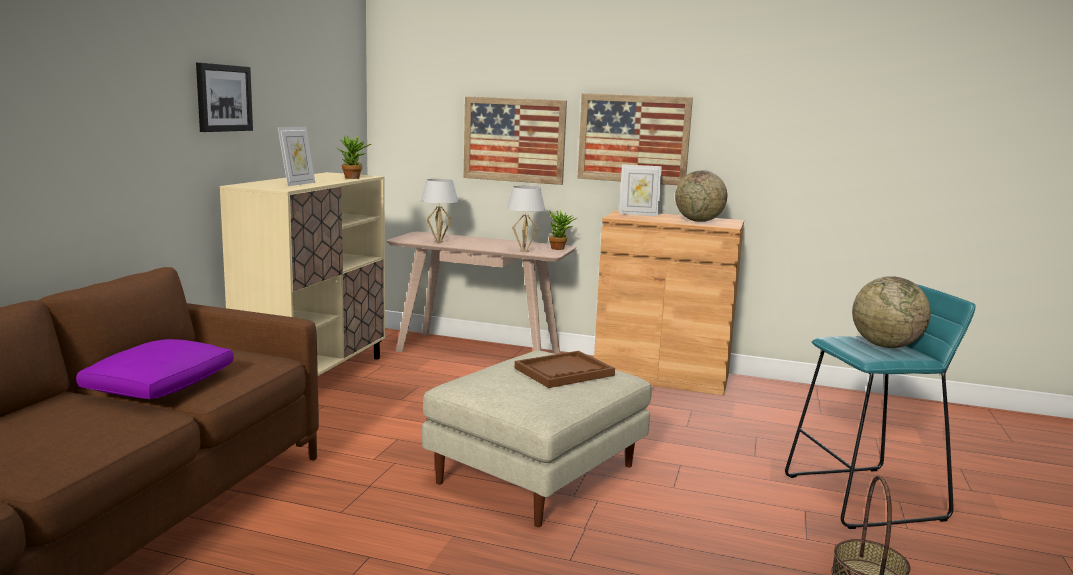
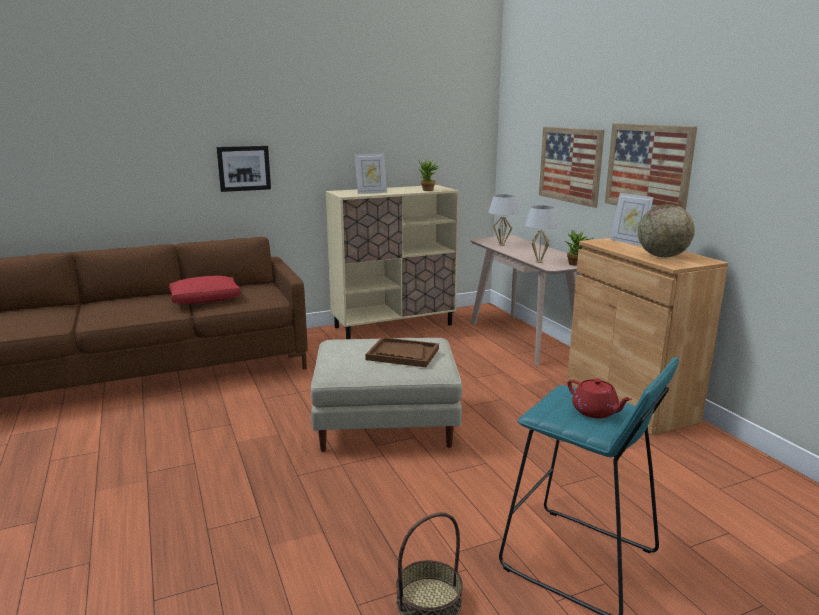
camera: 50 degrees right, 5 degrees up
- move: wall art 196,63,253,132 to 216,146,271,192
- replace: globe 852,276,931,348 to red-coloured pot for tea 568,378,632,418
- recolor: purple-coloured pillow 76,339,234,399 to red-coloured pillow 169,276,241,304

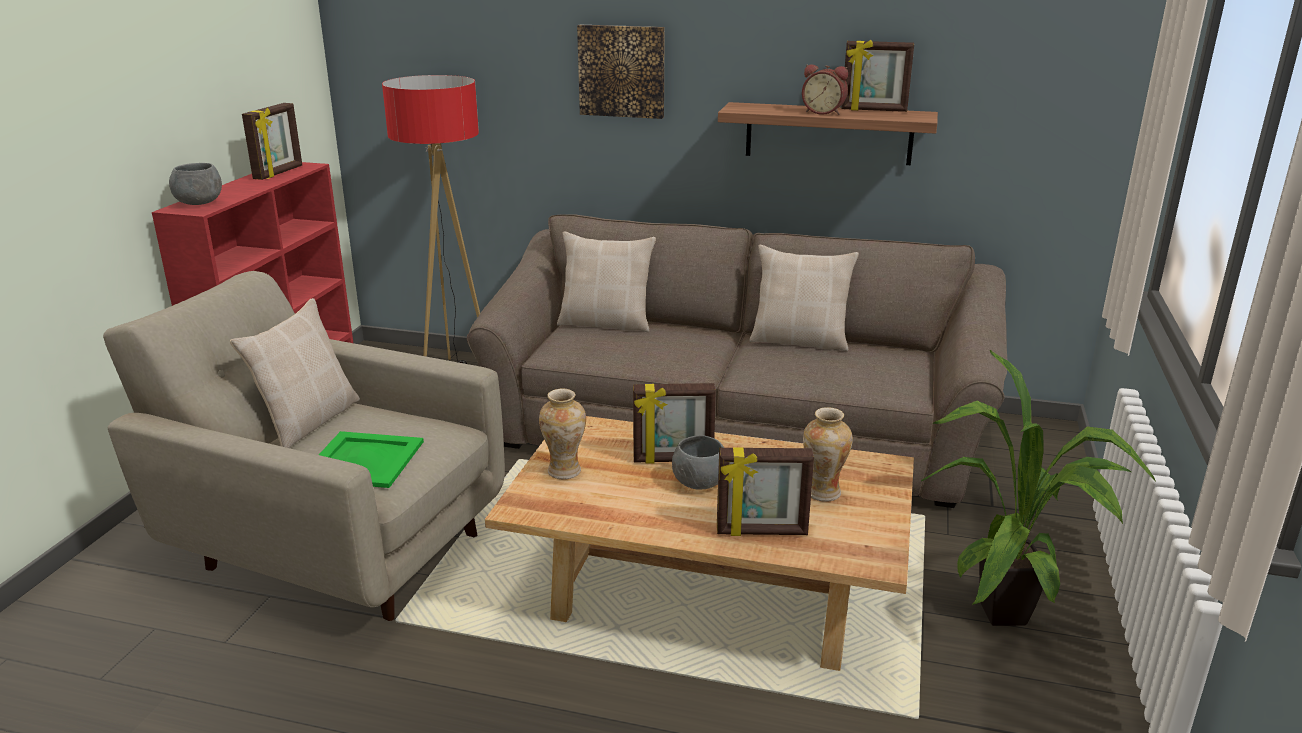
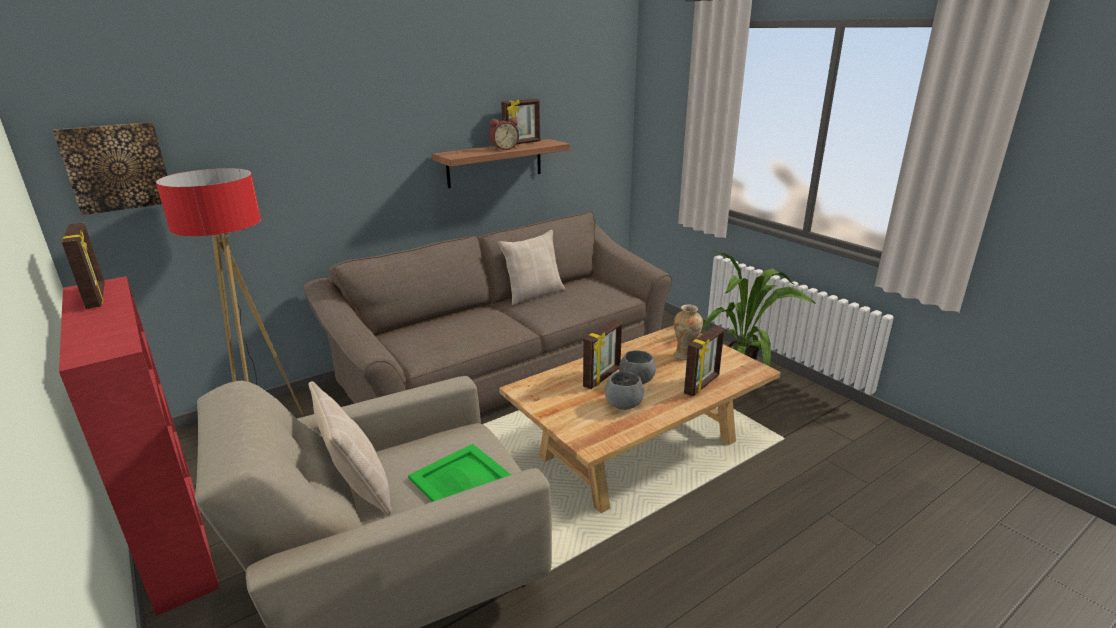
camera: 50 degrees left, 0 degrees up
- move: wall art 577,25,665,119 to 53,122,168,215
- move: gray serving bowl 169,163,222,205 to 605,371,644,410
- delete: sand-coloured pillow 557,231,656,332
- delete: decorative vase 539,389,586,479

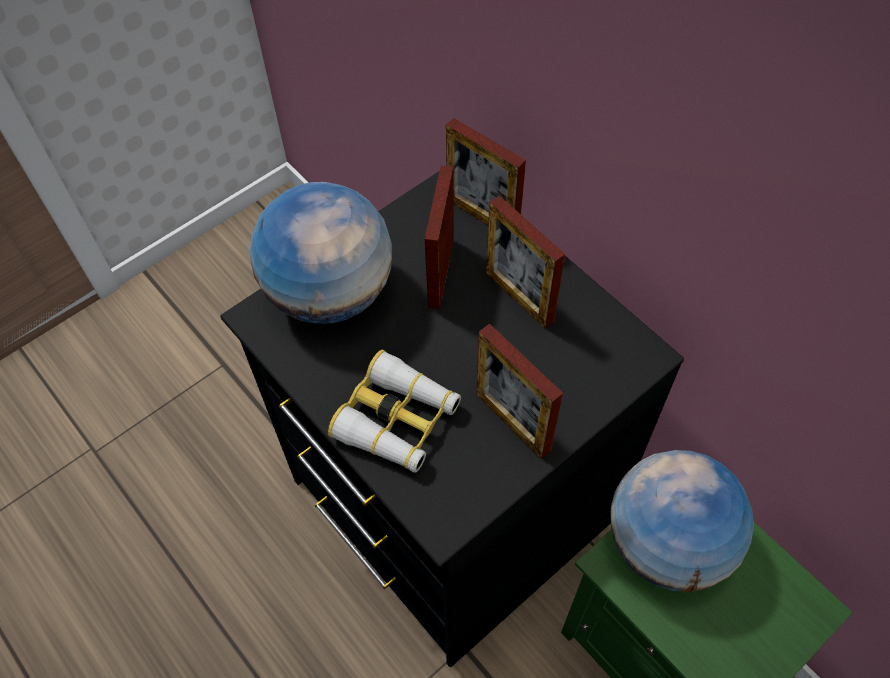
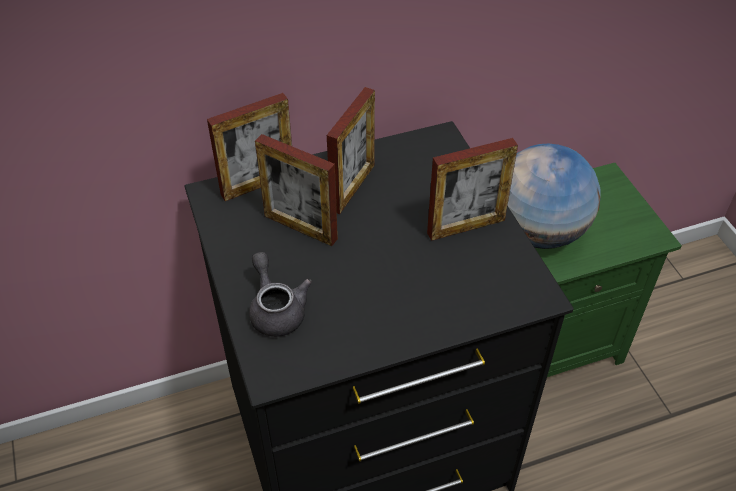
camera: 70 degrees left, 10 degrees down
- replace: globe 250,182,392,324 to gray pot for tea 249,252,312,337
- rotate: photo frame 486,196,565,329 = 327,87,375,214 45 degrees counterclockwise
- delete: field glasses 328,350,461,473

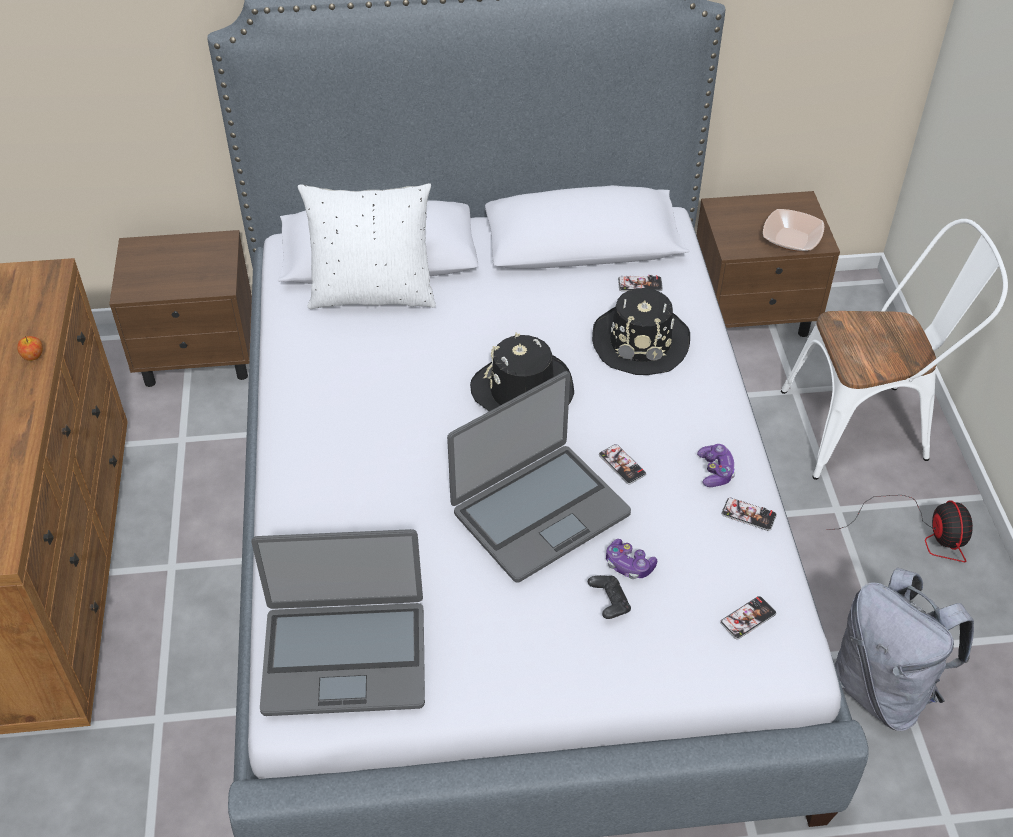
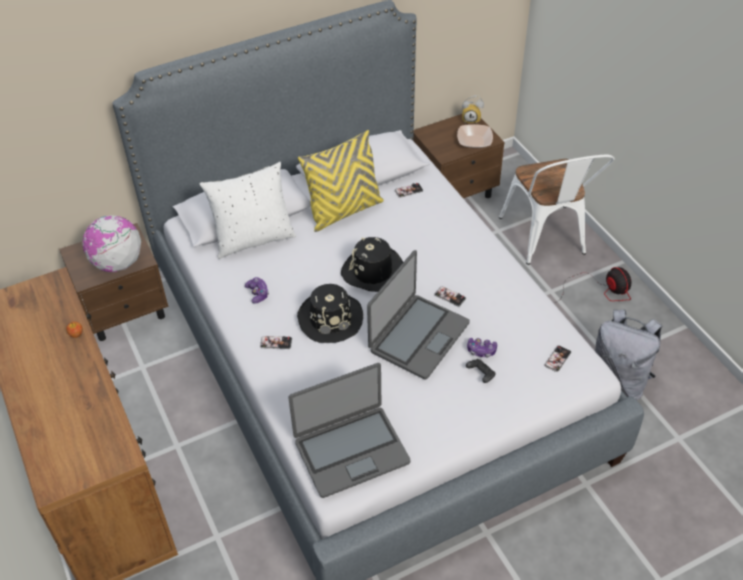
camera: 20 degrees left, 0 degrees up
- rotate: white plain chair 781,219,1008,480 = 499,155,614,265 105 degrees clockwise
- move: black wearable hat 592,288,690,375 to 297,284,363,343
- move: gamepad 697,444,735,487 to 245,277,269,304
- move: telephone 721,498,777,531 to 260,336,292,349
- insert: table clock 462,95,484,124
- insert: yellow pillow 298,130,384,232
- insert: globe 82,215,141,272

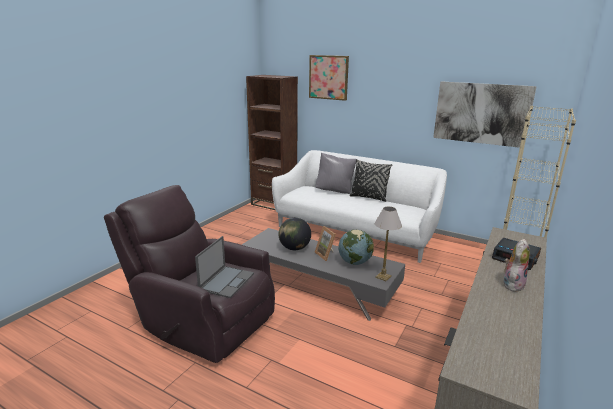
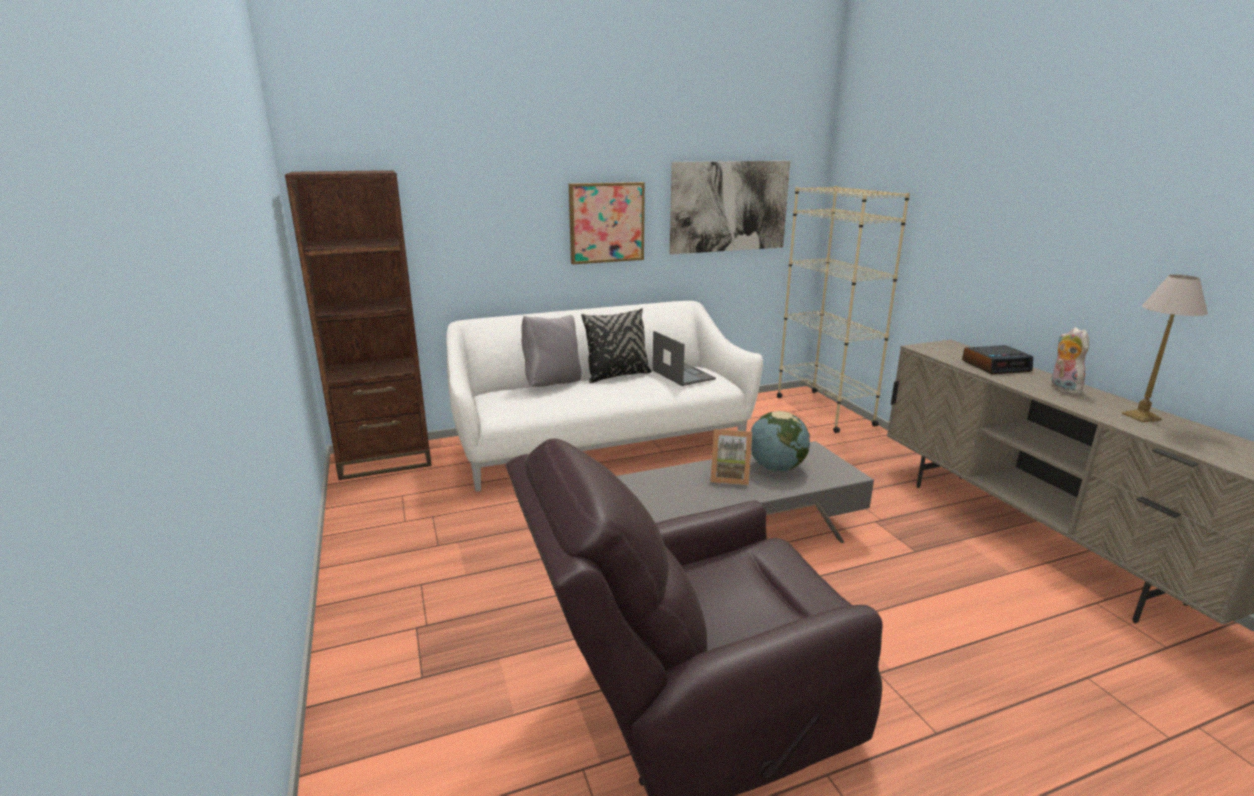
camera: 50 degrees left, 0 degrees up
- move: wall art 309,55,349,101 to 569,182,645,264
- move: table lamp 375,207,402,281 to 1122,275,1208,422
- delete: globe 279,218,311,250
- move: laptop 195,236,254,298 to 653,331,716,386

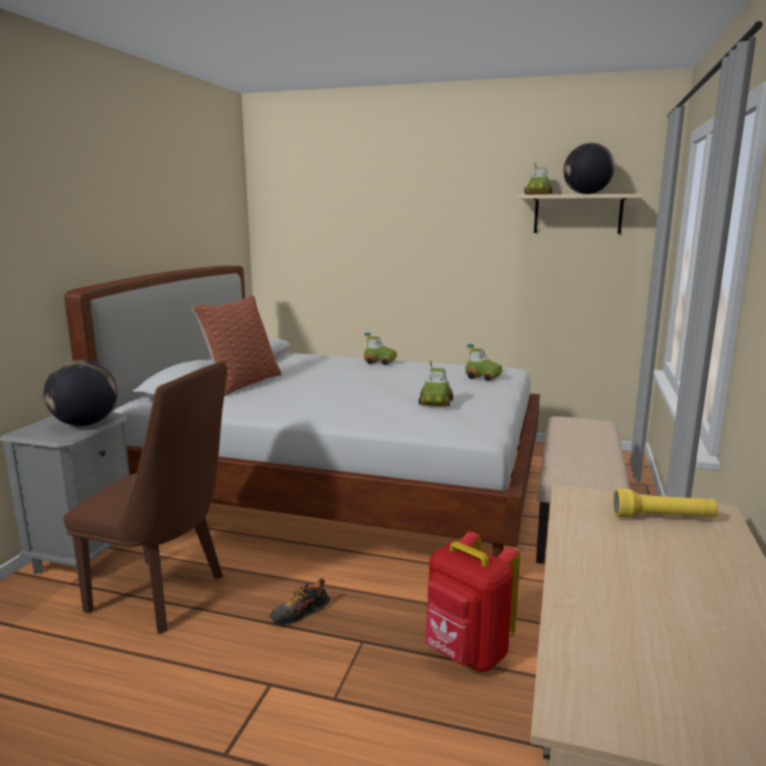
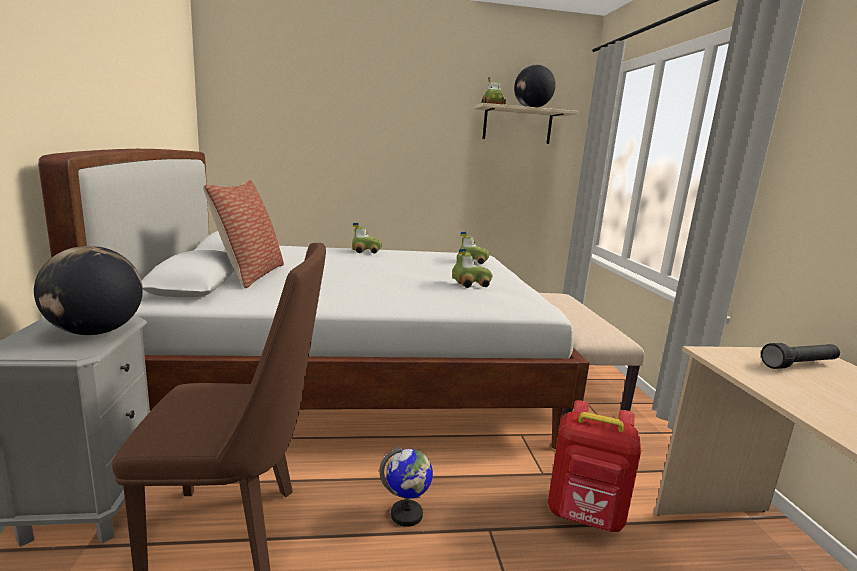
camera: 25 degrees left, 0 degrees up
- rotate: miniature car 419,360,453,407 = 452,248,492,288 90 degrees counterclockwise
- recolor: yellow hand torch 613,488,718,518 to black hand torch 761,343,840,369
- replace: item of footwear 270,579,330,625 to globe 379,446,433,527

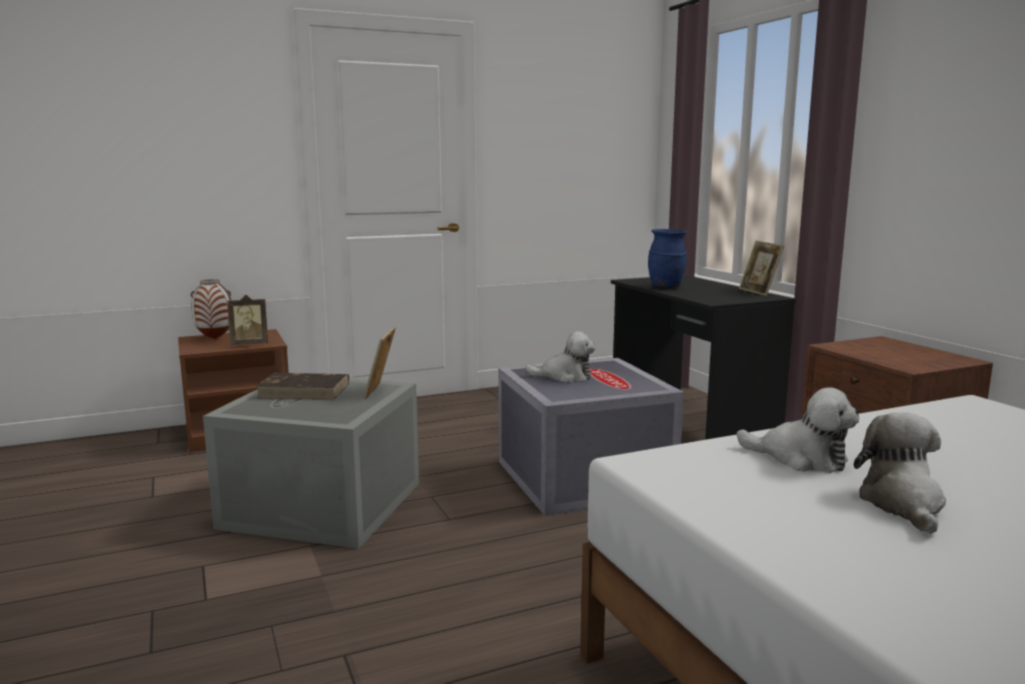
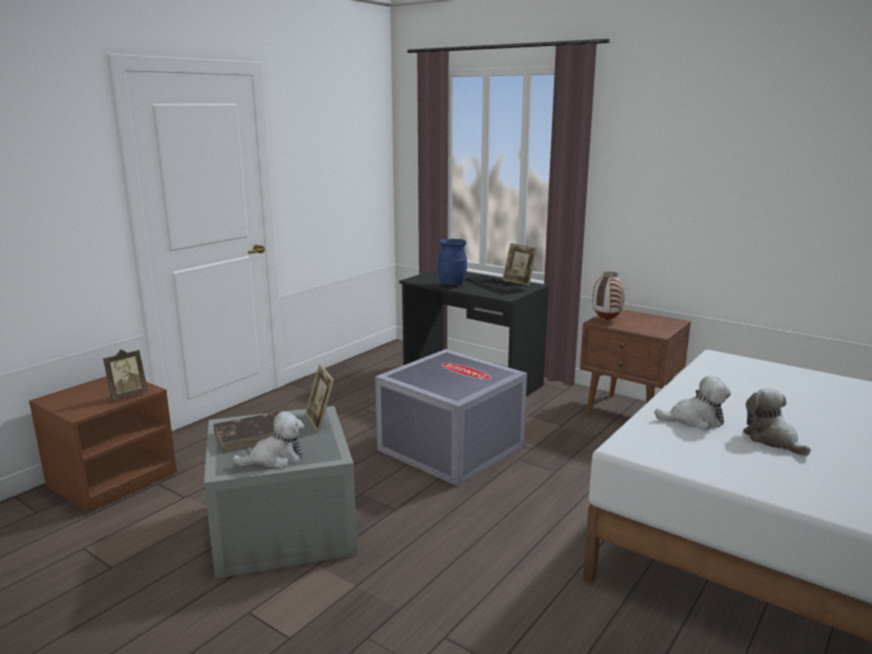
camera: 30 degrees left, 5 degrees up
- move: decorative vase 191,279,231,339 to 592,272,625,320
- move: cuddly toy 525,331,596,382 to 232,411,304,468
- insert: PC keyboard 464,275,526,295

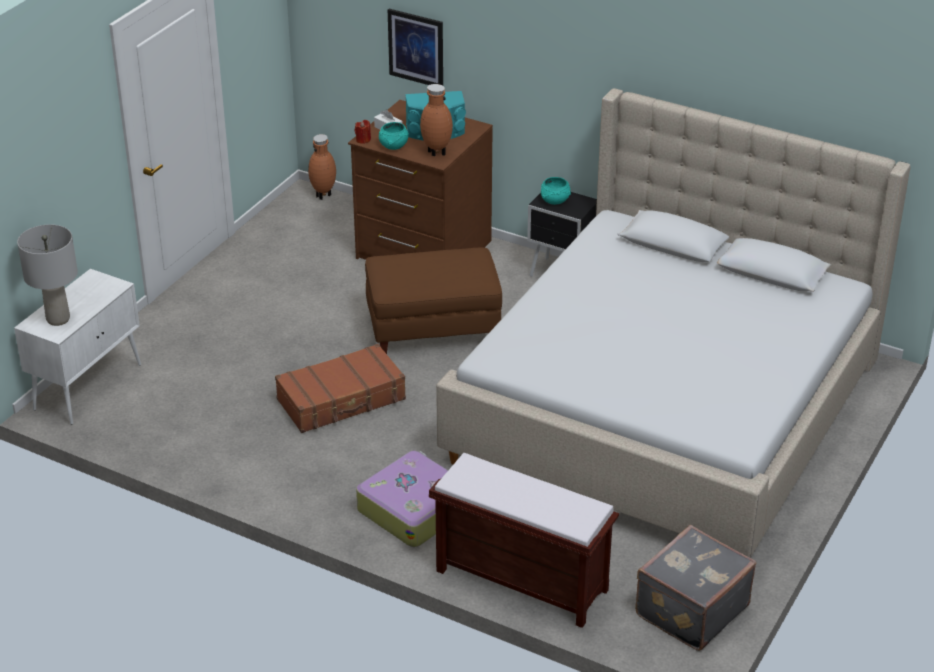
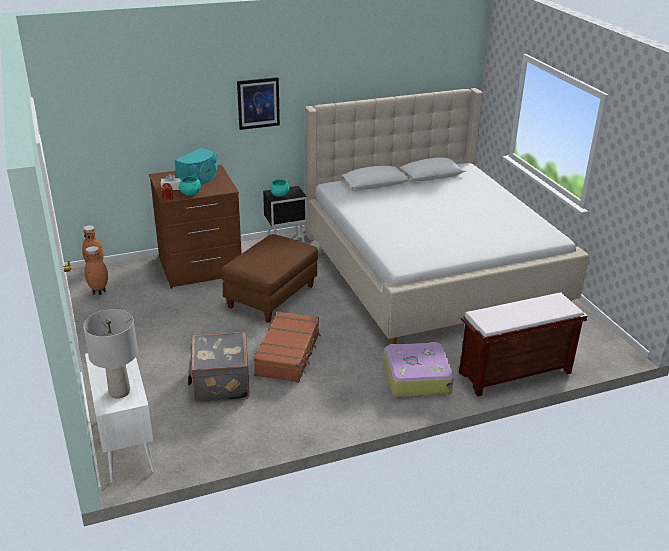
camera: 50 degrees left, 5 degrees down
- move: wall art 388,9,443,86 to 237,77,280,130
- move: brown decorative vase 420,84,453,156 to 84,246,108,295
- move: gray piece of luggage 635,525,756,651 to 188,332,250,403

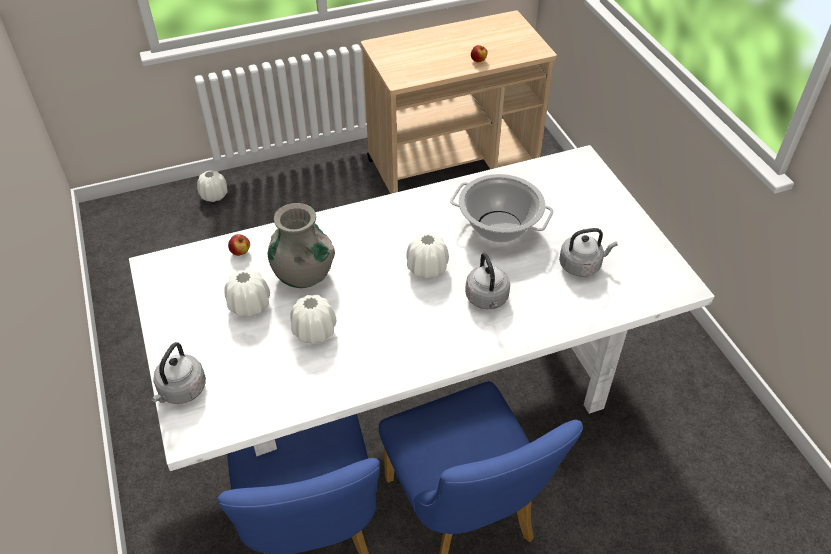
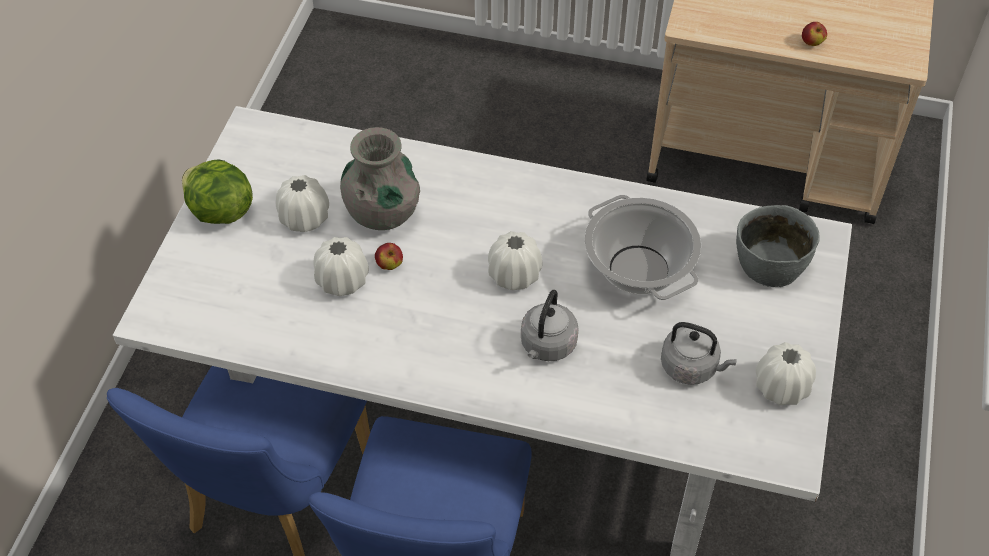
camera: 35 degrees right, 5 degrees up
- move: white decorative vase 197,170,228,202 to 756,342,816,405
- move: whole apple 228,234,250,256 to 375,243,403,270
- delete: gray kettle 151,342,206,404
- insert: lettuce head 182,159,253,224
- insert: gray serving bowl 736,205,820,287

